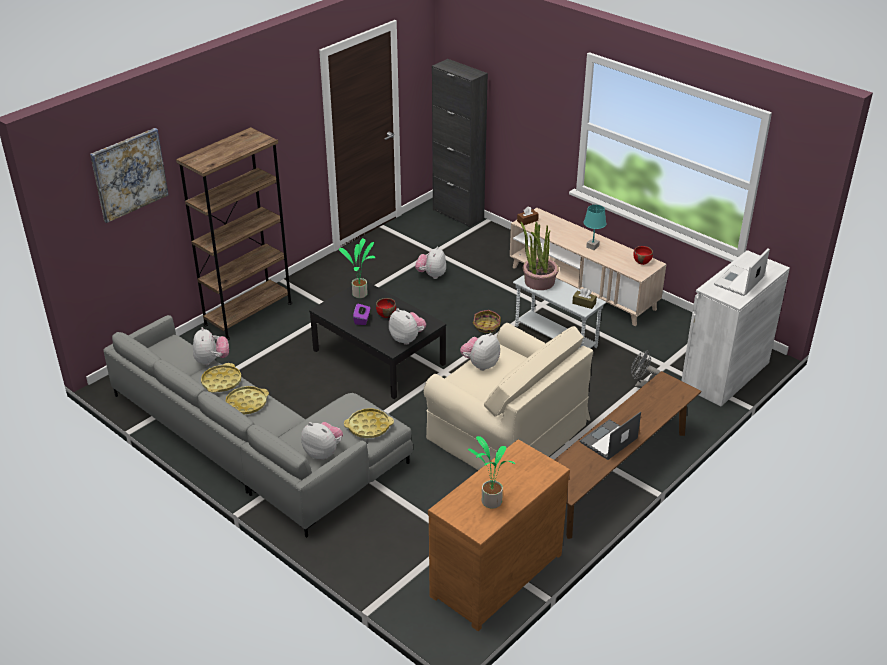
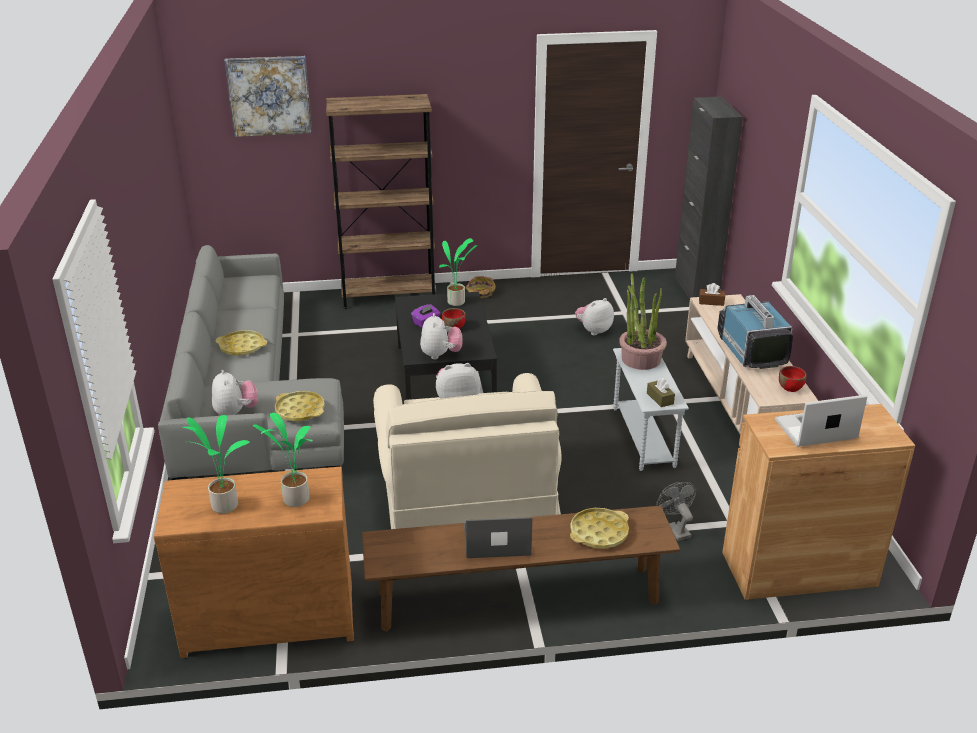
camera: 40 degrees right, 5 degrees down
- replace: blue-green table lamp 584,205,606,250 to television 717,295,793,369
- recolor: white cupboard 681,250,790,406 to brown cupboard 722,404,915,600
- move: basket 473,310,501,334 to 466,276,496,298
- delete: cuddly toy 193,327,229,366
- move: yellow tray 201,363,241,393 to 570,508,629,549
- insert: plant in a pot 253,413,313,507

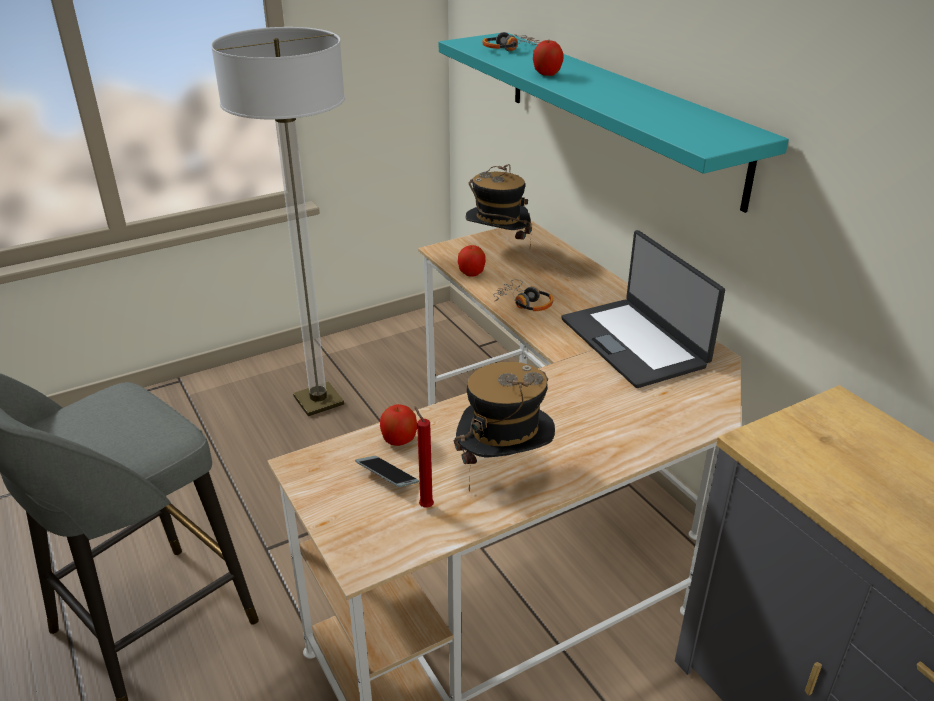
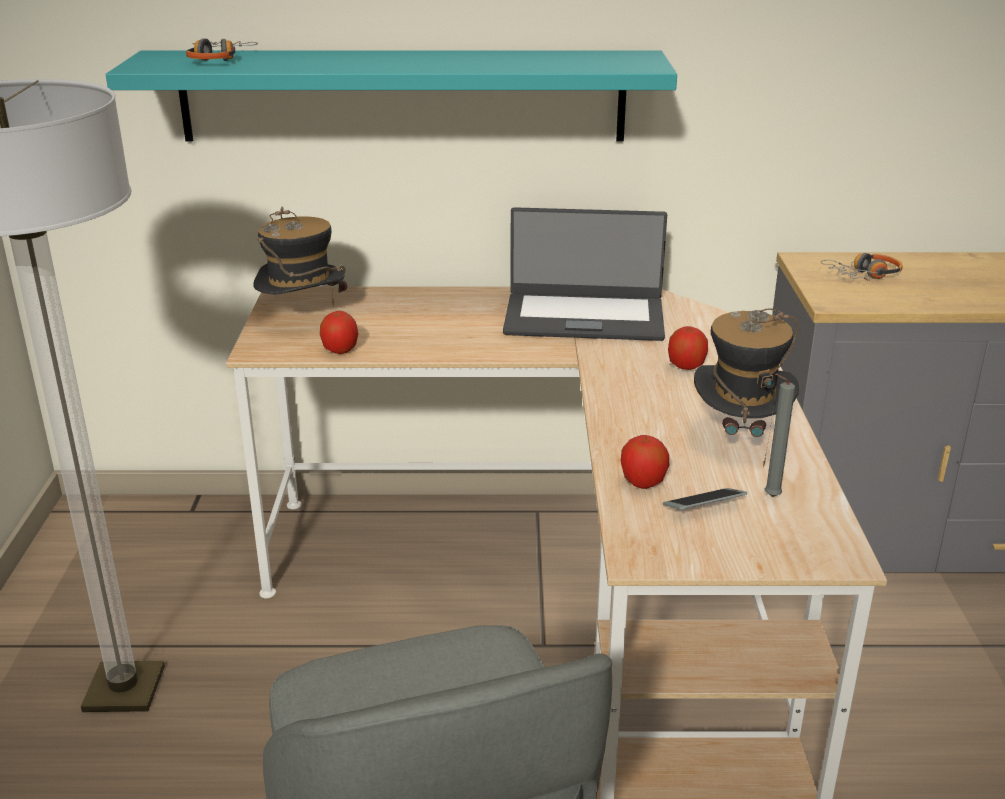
camera: 60 degrees left, 5 degrees down
- move: whole apple 533,40,563,76 to 668,326,708,370
- move: headset 493,279,553,311 to 821,253,903,281
- recolor: red-coloured wax light 414,406,434,508 to gray wax light 765,374,795,497

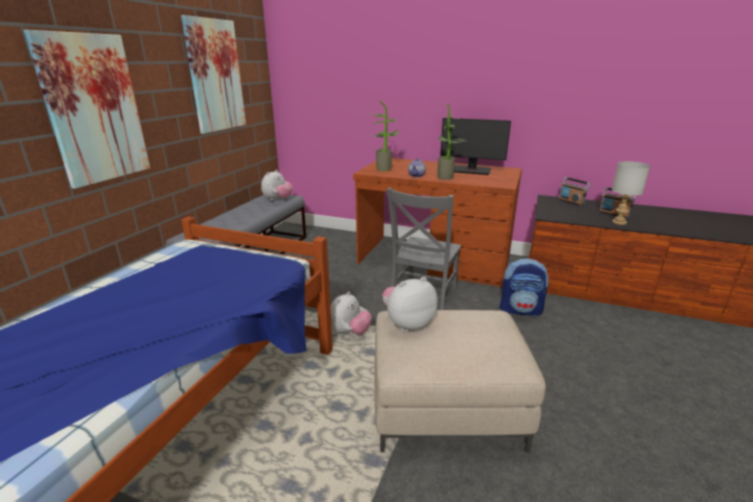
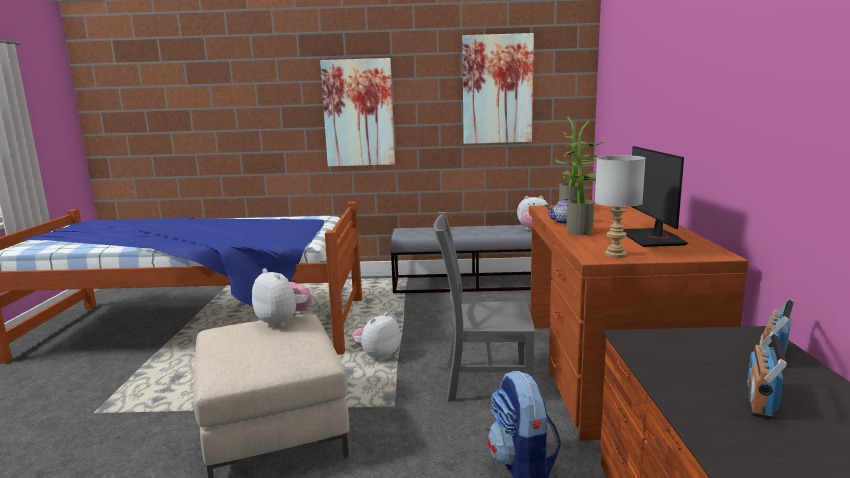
camera: 70 degrees right, 10 degrees down
- move: gray table lamp 612,161,650,225 to 595,155,646,258
- rotate: cuddly toy 330,292,372,335 = 352,312,400,361 120 degrees clockwise

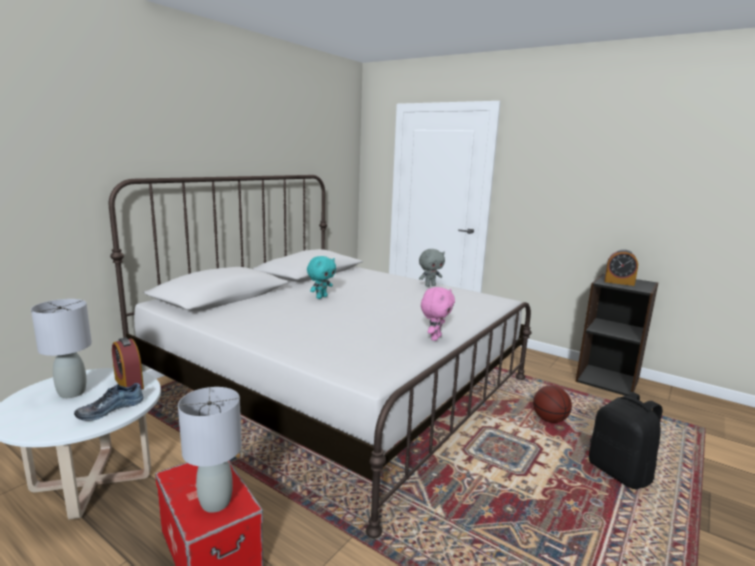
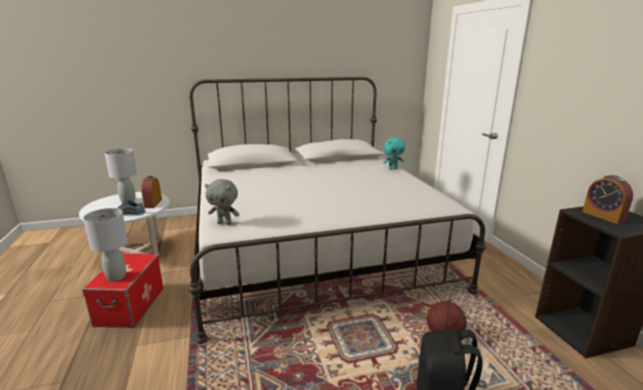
camera: 40 degrees right, 5 degrees up
- move: gray cuddly toy 419,249,445,287 to 205,179,240,225
- move: blue-green cuddly toy 307,256,336,299 to 383,138,406,170
- delete: pink-coloured cuddly toy 421,287,455,341

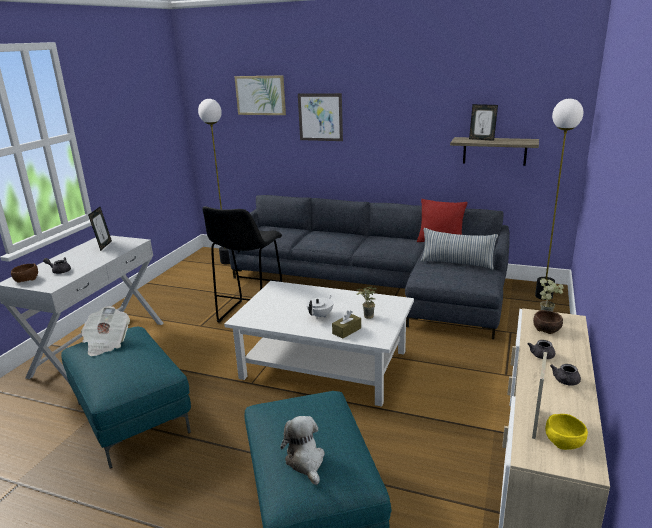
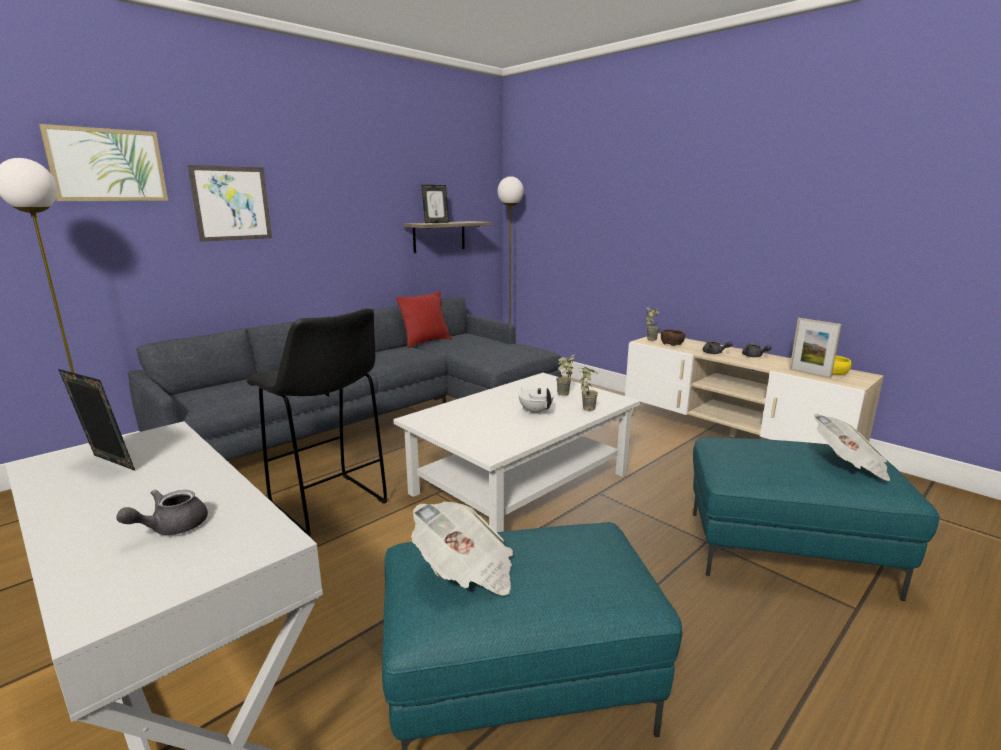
camera: 65 degrees left, 5 degrees down
- delete: pillow 421,228,498,270
- delete: brown serving bowl 11,263,38,283
- replace: brown tissue holder 332,310,361,339 to plant in a pot 579,366,598,411
- replace: cuddly toy 280,416,325,485 to printed paper 814,414,890,481

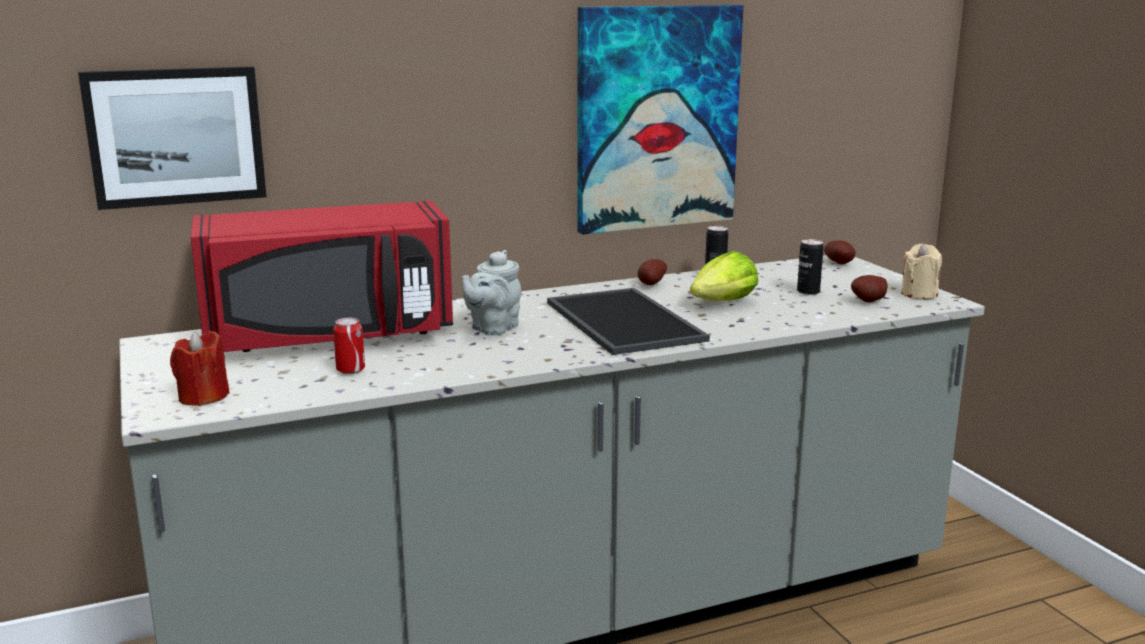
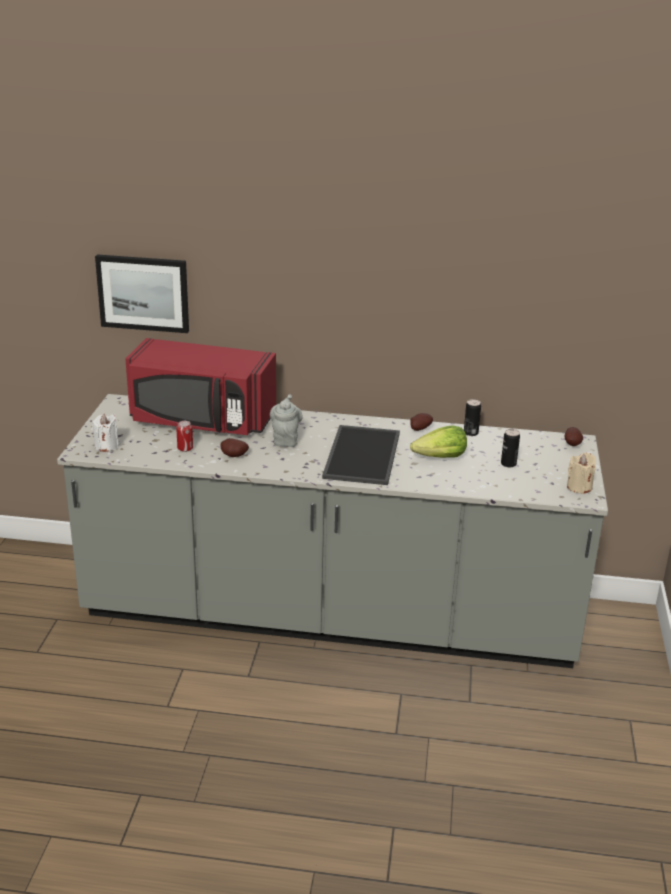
camera: 30 degrees right, 10 degrees up
- delete: wall art 577,5,743,235
- rotate: gray pot for tea 461,250,521,335 = 270,394,303,447 120 degrees clockwise
- move: whole potato 851,275,888,302 to 221,438,249,457
- recolor: red-coloured wax light 170,331,229,406 to white wax light 92,414,119,452

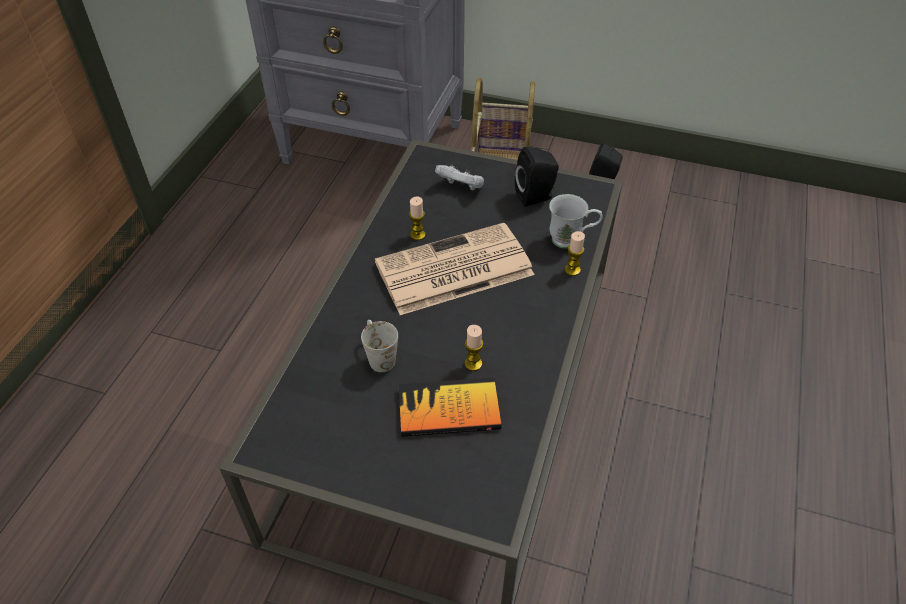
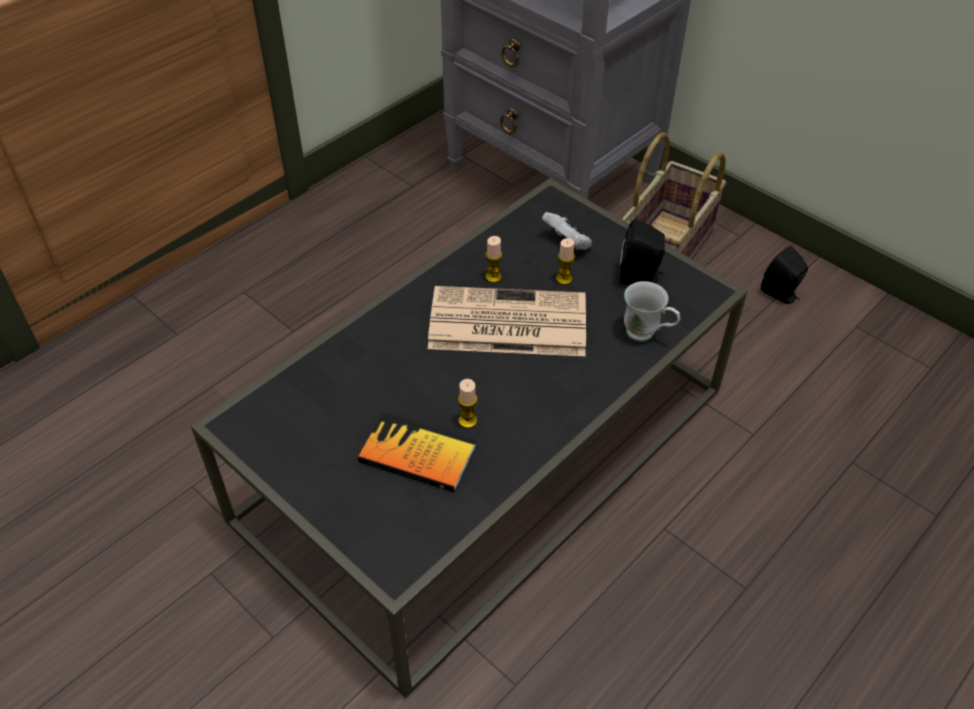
camera: 25 degrees right, 0 degrees up
- move: wax light 565,231,585,276 to 556,238,575,285
- delete: white mug 361,320,398,372

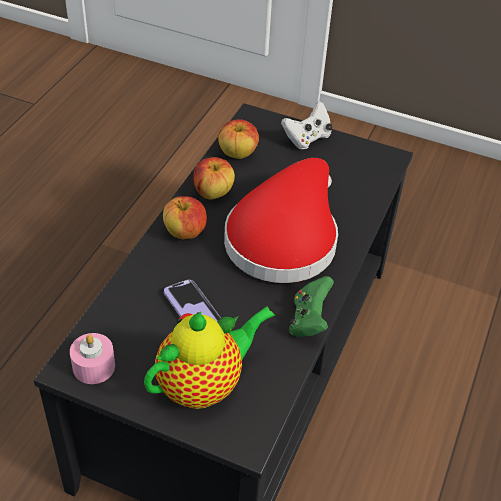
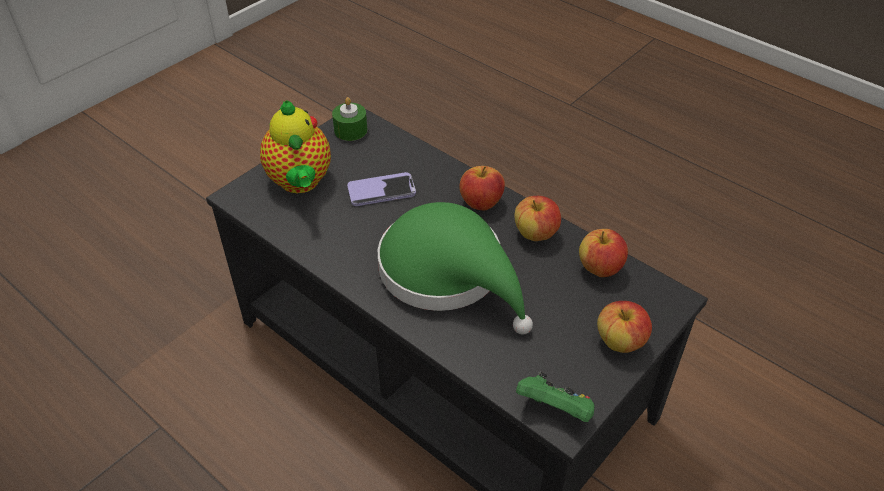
camera: 110 degrees right, 0 degrees up
- replace: white gamepad 281,101,332,150 to whole apple 597,301,652,353
- recolor: red-coloured wearable hat 224,158,338,283 to green-coloured wearable hat 378,202,533,334
- move: green-coloured gamepad 289,276,334,337 to 516,372,595,422
- recolor: pink-coloured wax light 70,333,115,384 to green-coloured wax light 332,97,367,141

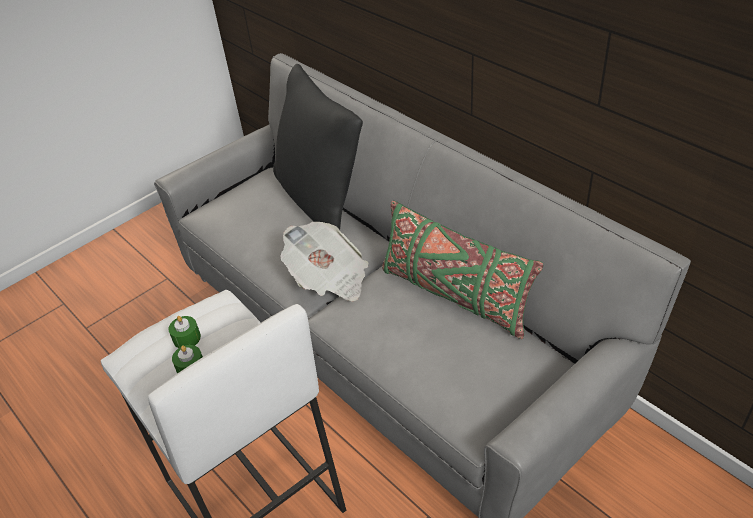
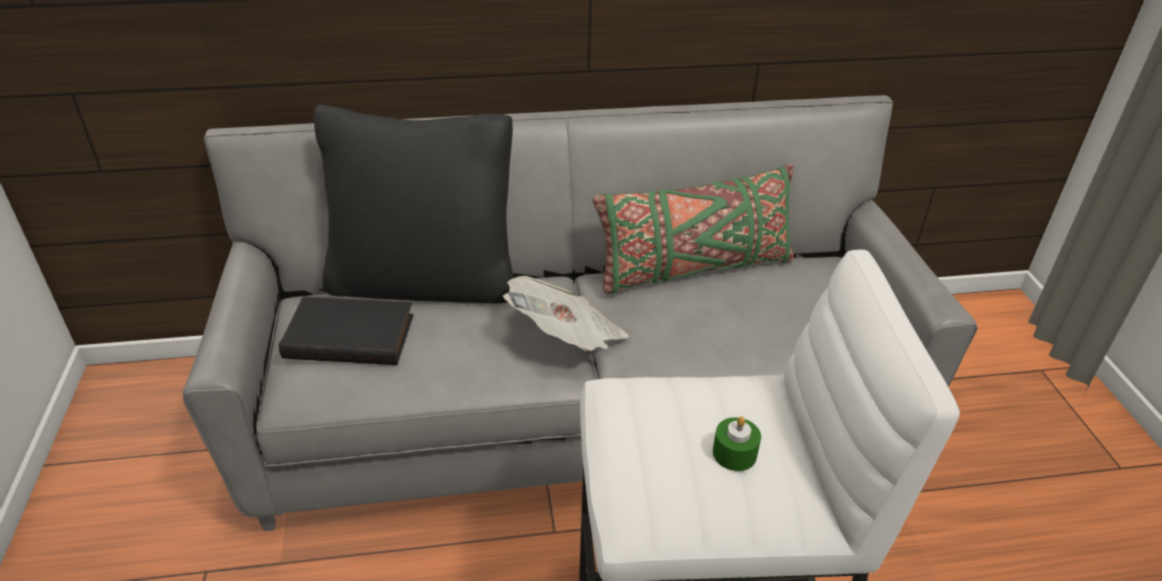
camera: 60 degrees left, 5 degrees down
- delete: green-coloured wax light 168,316,201,348
- insert: black book 279,296,414,365

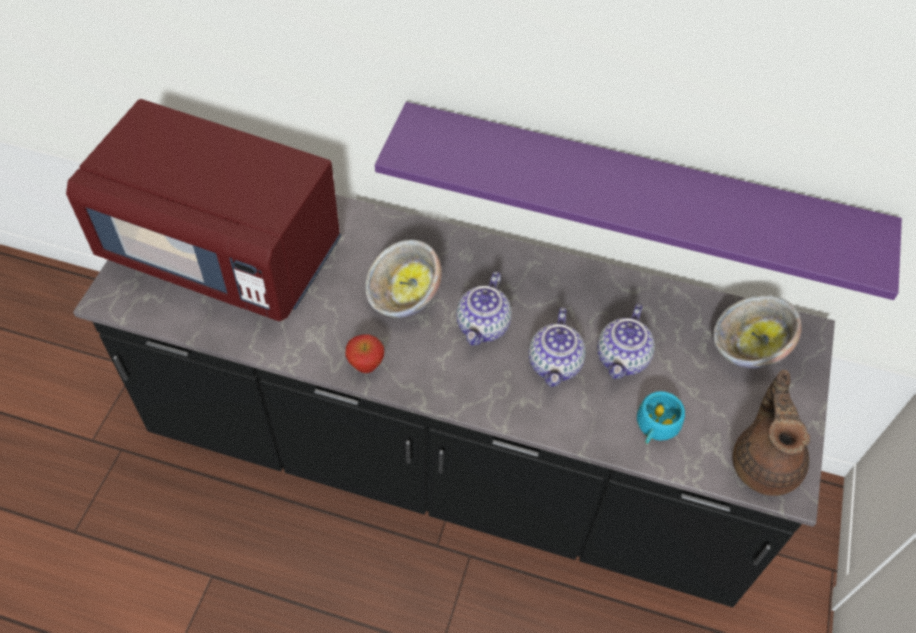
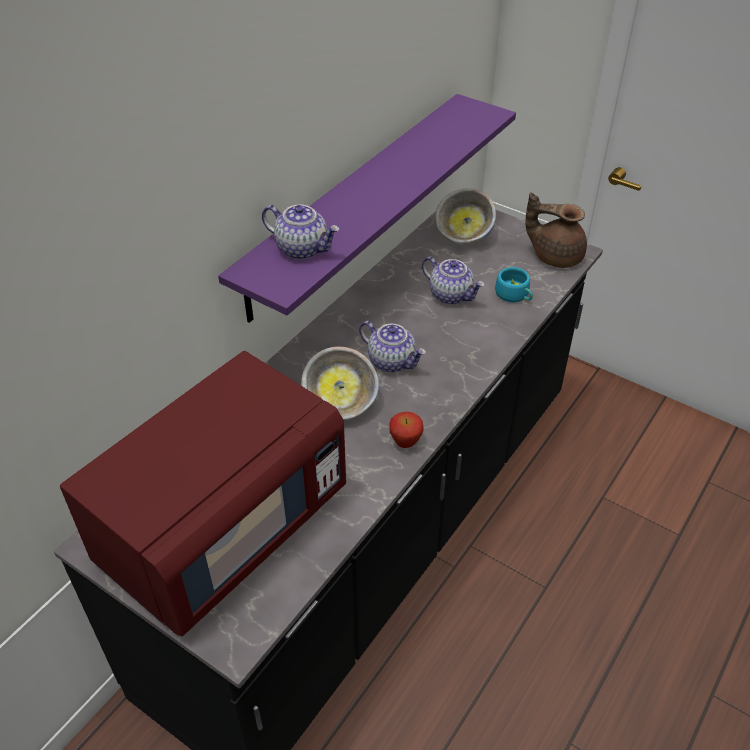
camera: 70 degrees left, 10 degrees down
- move: pot for tea 529,307,586,387 to 262,205,340,260

